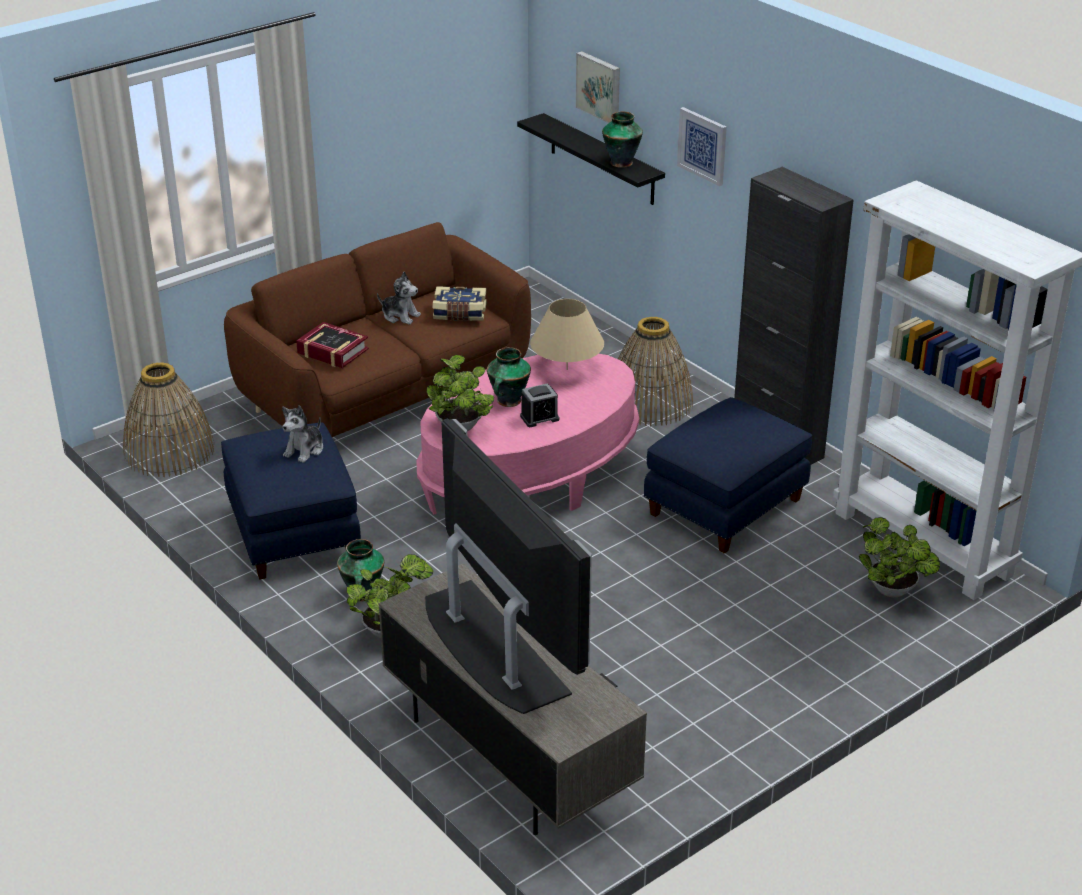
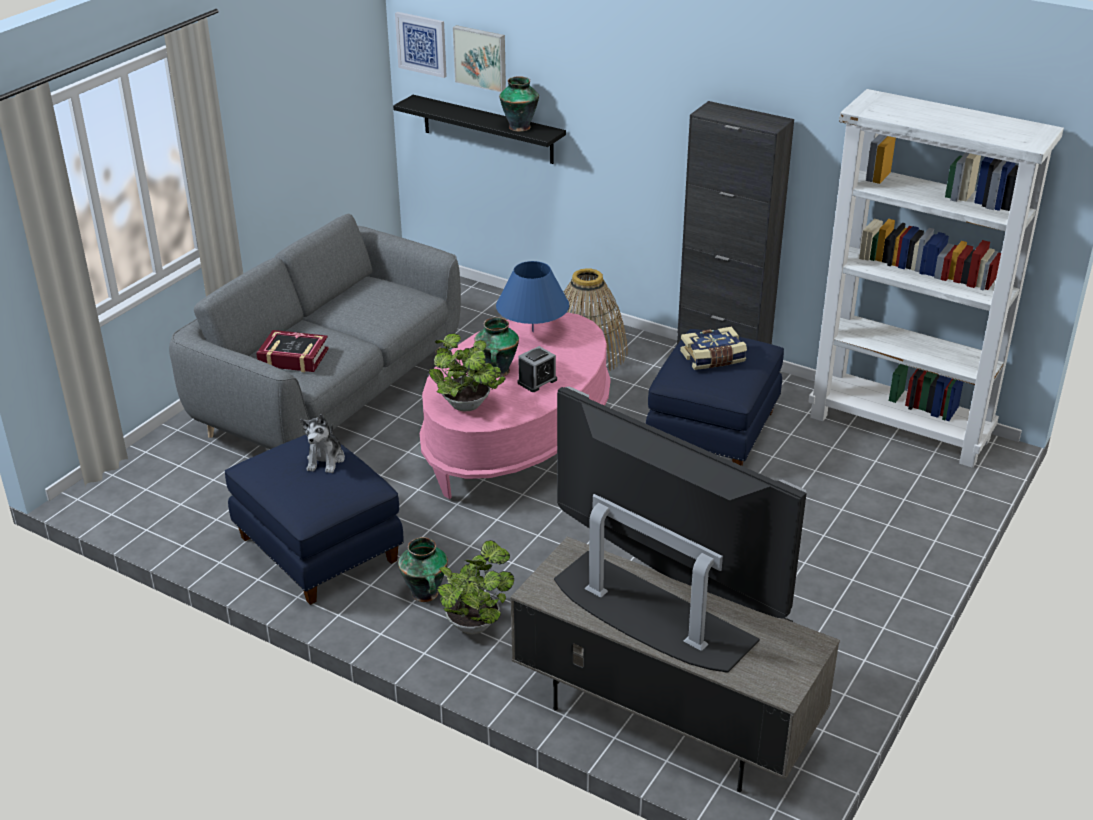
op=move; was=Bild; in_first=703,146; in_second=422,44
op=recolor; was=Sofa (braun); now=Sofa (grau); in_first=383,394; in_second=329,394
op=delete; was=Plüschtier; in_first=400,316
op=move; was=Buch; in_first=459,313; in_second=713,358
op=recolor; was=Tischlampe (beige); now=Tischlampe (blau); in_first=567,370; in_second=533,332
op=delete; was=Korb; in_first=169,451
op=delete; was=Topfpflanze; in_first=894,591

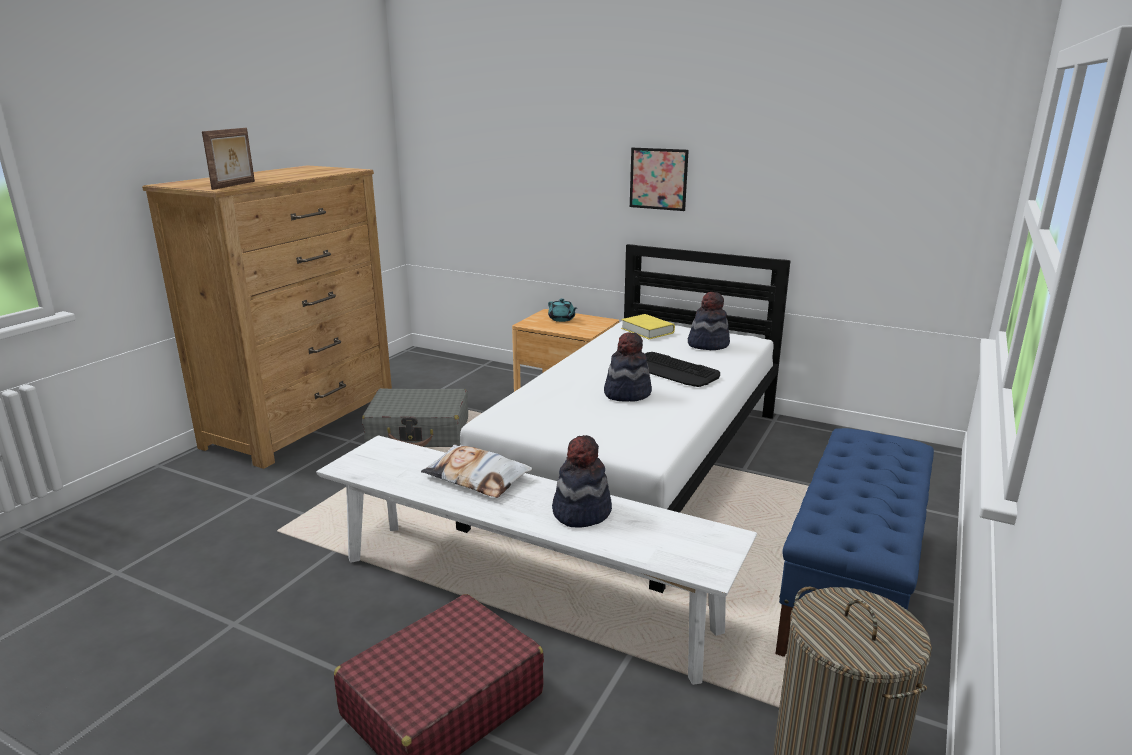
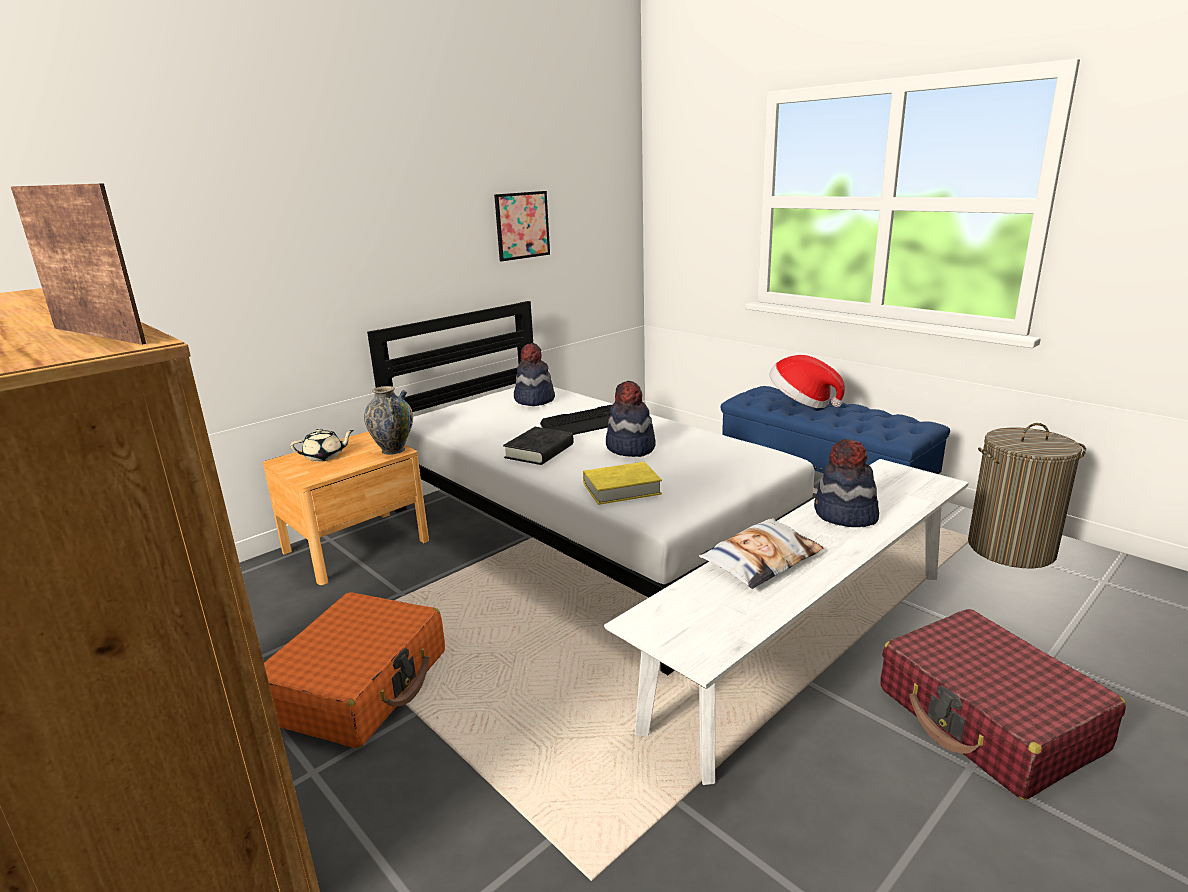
op=move; was=Bild; in_first=658,179; in_second=522,225
op=recolor; was=Teekanne (türkis); now=Teekanne (beige); in_first=562,319; in_second=325,457
op=move; was=Buch (gelb); in_first=647,331; in_second=621,489
op=recolor; was=Koffer (grau); now=Koffer (orange); in_first=419,432; in_second=359,685
op=insert; now=Hut; in_second=802,403
op=insert; now=Vase; in_second=393,450
op=insert; now=Buch (schwarz); in_second=539,451

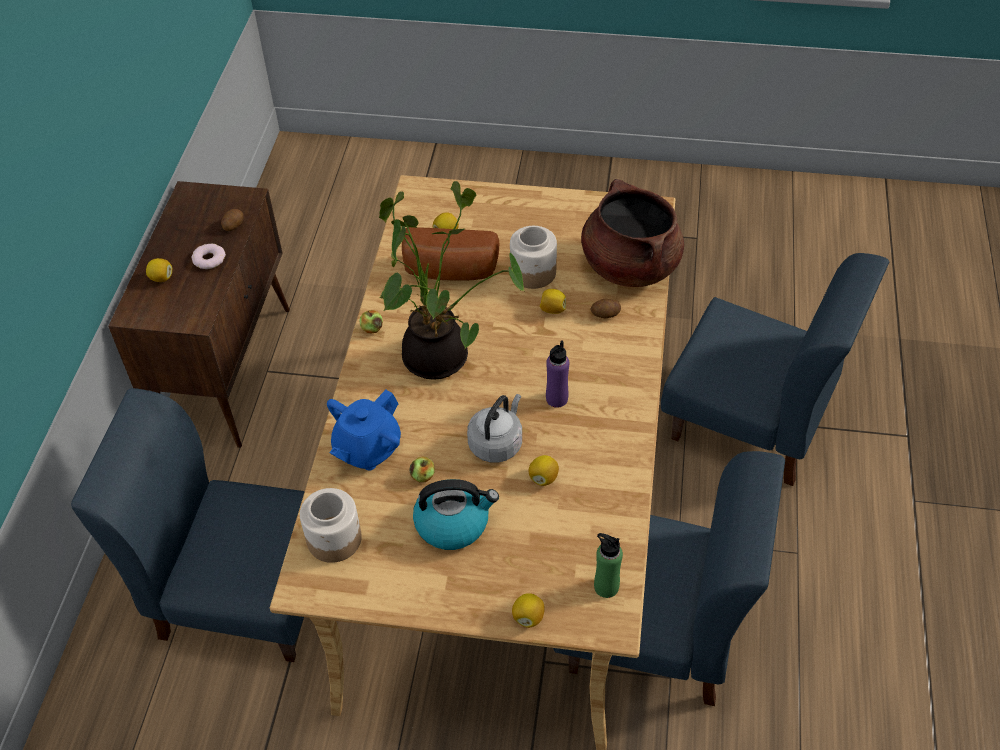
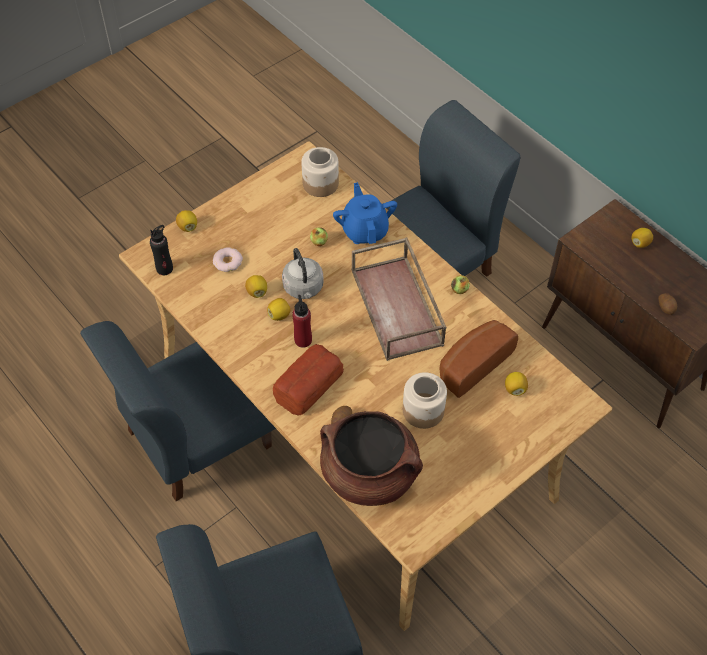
op=replace; was=Topfpflanze; now=Tablett (braun); in_first=441,357; in_second=398,308
op=move; was=Donut; in_first=209,259; in_second=228,262
op=move; was=Zitrone; in_first=552,309; in_second=279,315
op=recolor; was=Flasche (lila); now=Flasche (rot); in_first=556,399; in_second=303,340
op=delete; was=Wasserkessel; in_first=453,523
op=recolor; was=Flasche (grün); now=Flasche (schwarz); in_first=606,587; in_second=164,268
op=insert; now=Brot; in_second=307,385

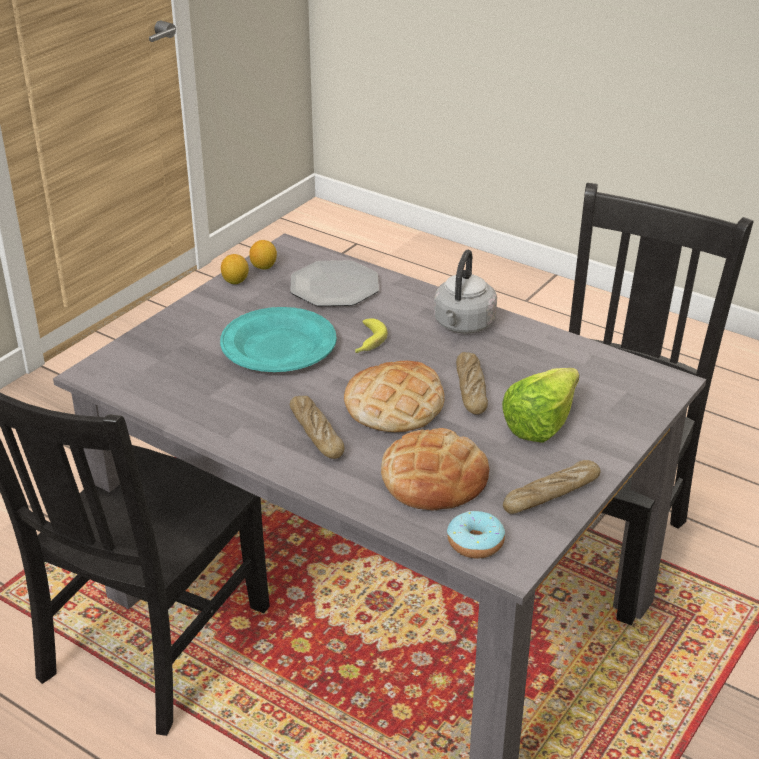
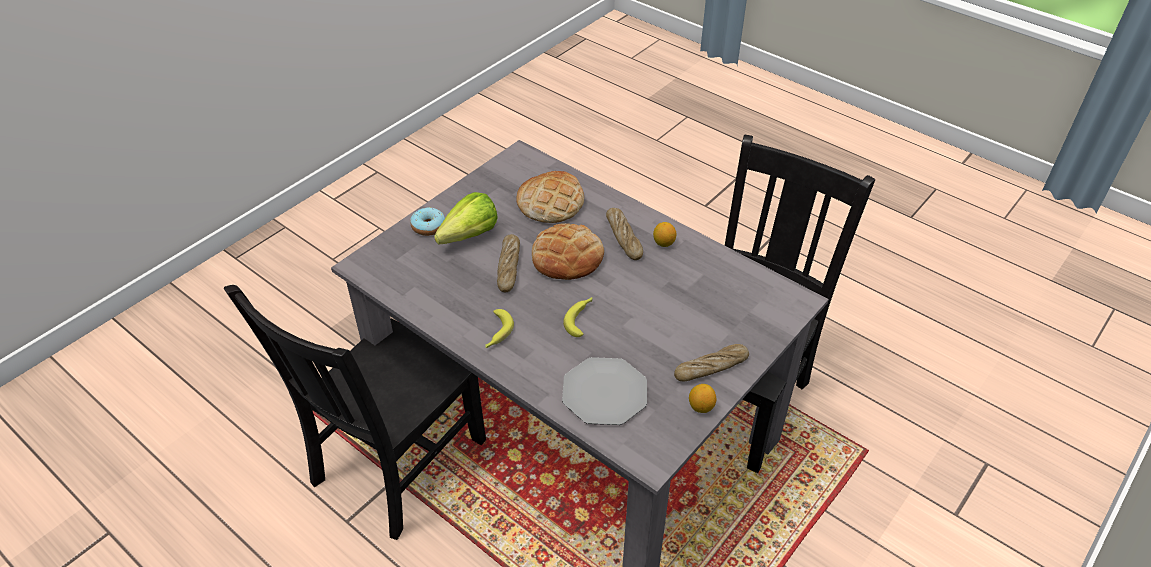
op=move; was=Zitrone; in_first=264,267; in_second=663,243
op=replace; was=Wasserkessel (grau); now=Banane; in_first=463,325; in_second=496,333
op=delete; was=Teller (türkis); in_first=279,346
op=move; was=Brot; in_first=551,495; in_second=711,367
op=move; was=Donut; in_first=475,543; in_second=428,226

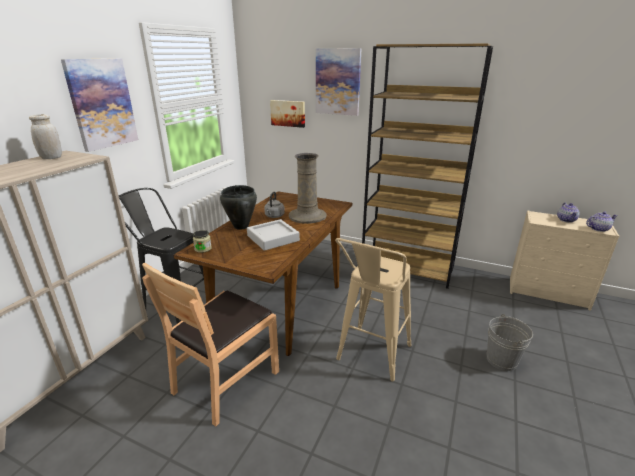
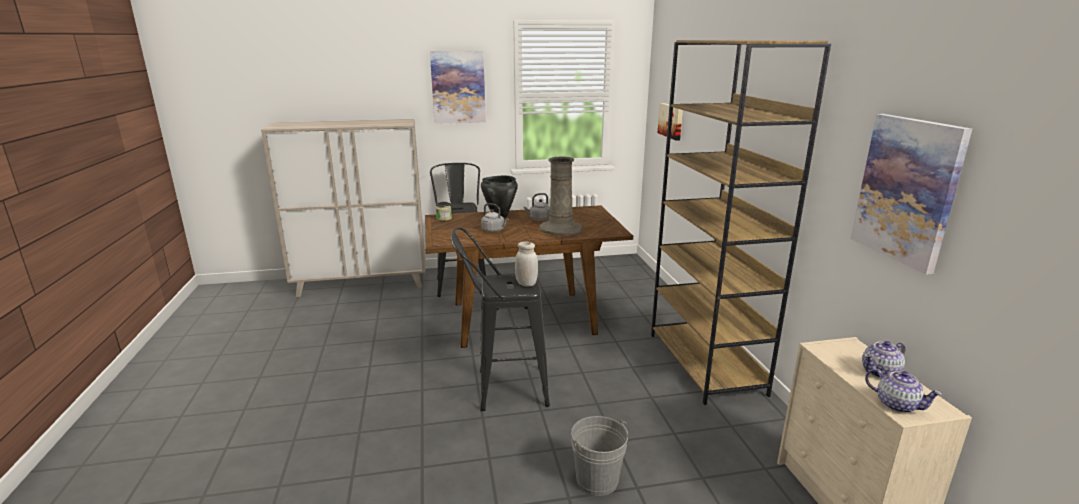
op=move; was=Bild; in_first=338,82; in_second=907,190
op=move; was=Vorratsglas (weiß); in_first=51,158; in_second=526,284
op=replace; was=Tablett (grau); now=Wasserkessel (grau); in_first=273,238; in_second=494,230
op=recolor; was=Hocker (beige); now=Hocker (schwarz); in_first=370,357; in_second=503,388
op=delete; was=Stuhl (braun); in_first=225,380

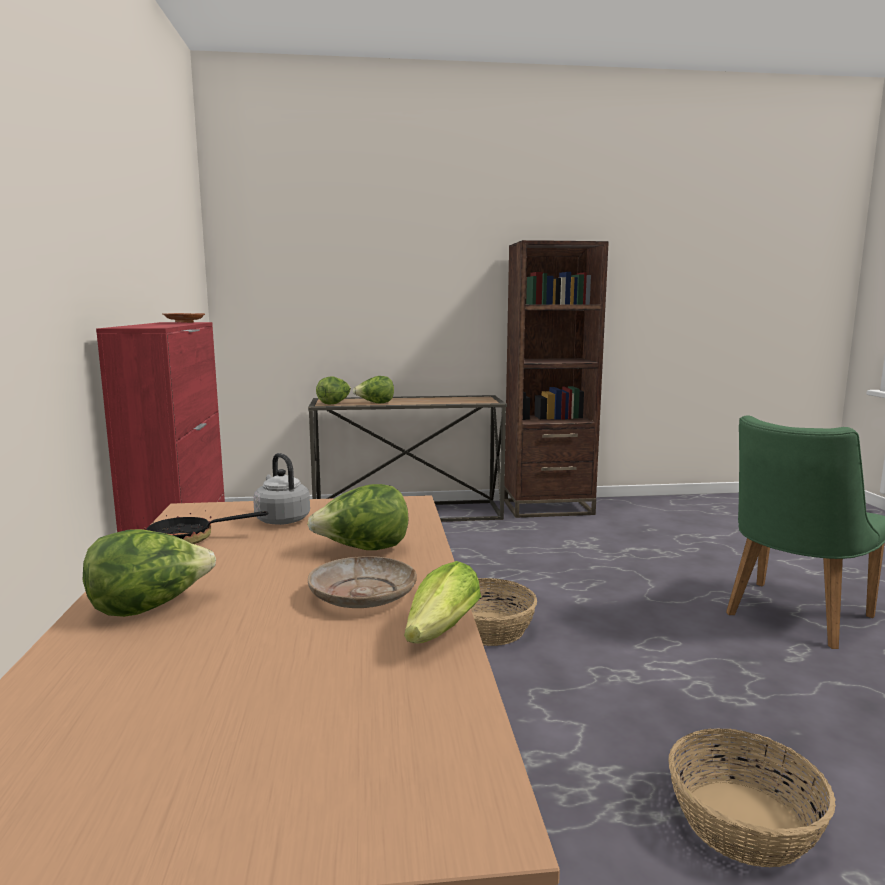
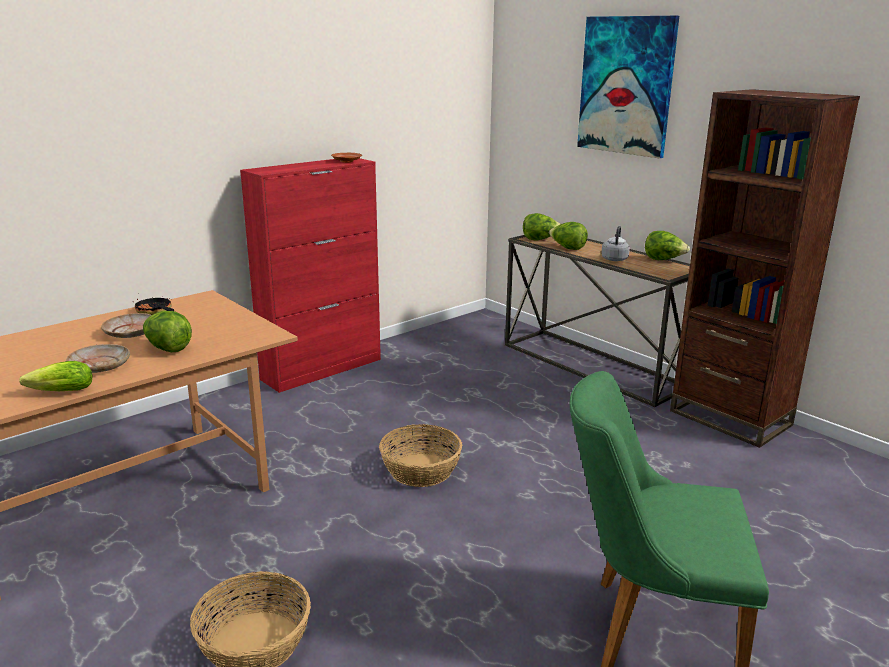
op=move; was=Wasserkessel (grau); in_first=281,519; in_second=614,259
op=move; was=Salatkopf; in_first=149,607; in_second=663,260
op=insert; now=Bild; in_second=626,86
op=insert; now=Teller (beige); in_second=131,332

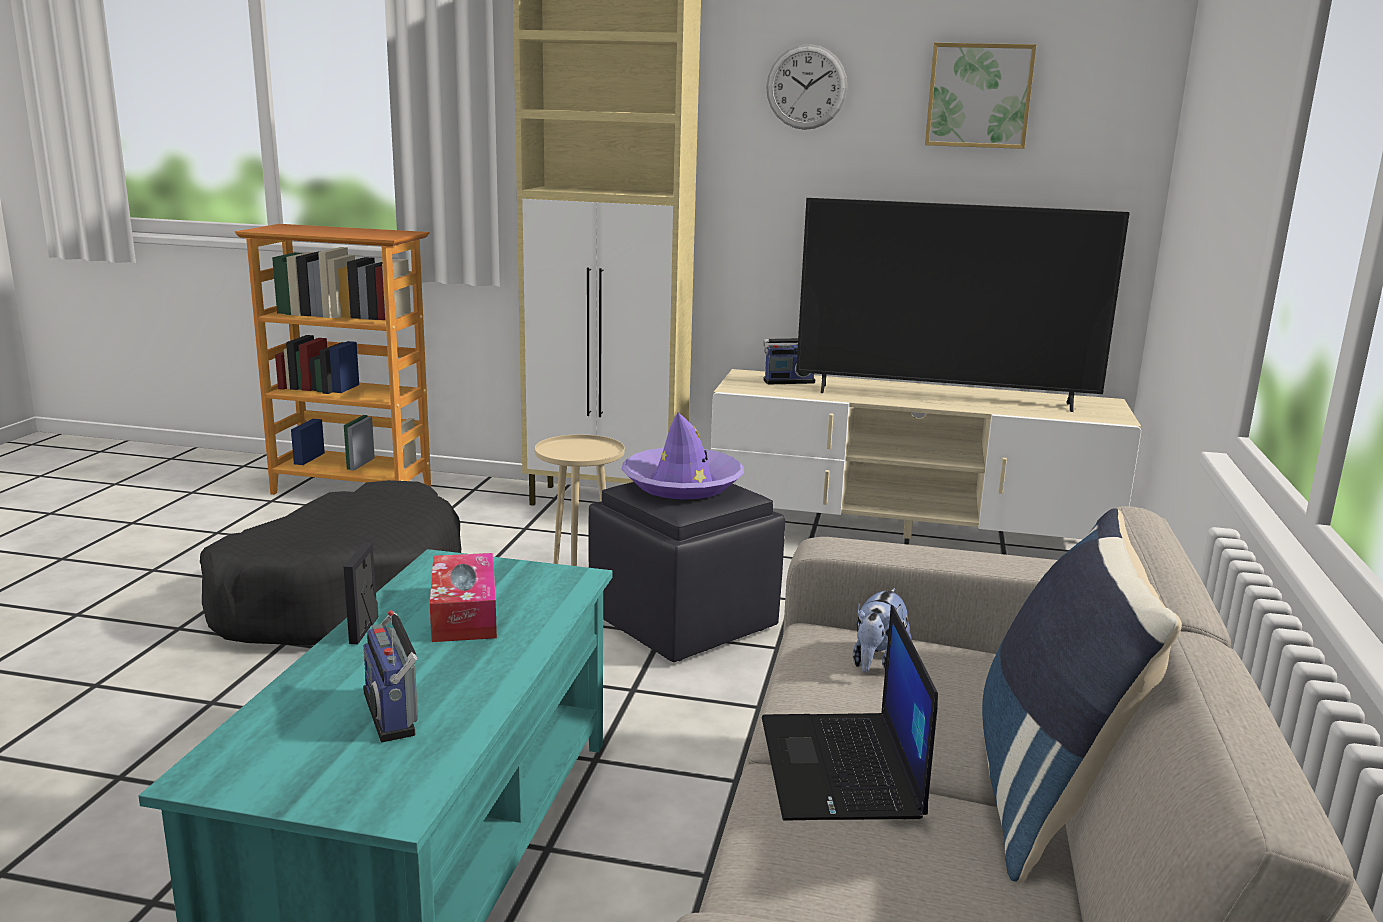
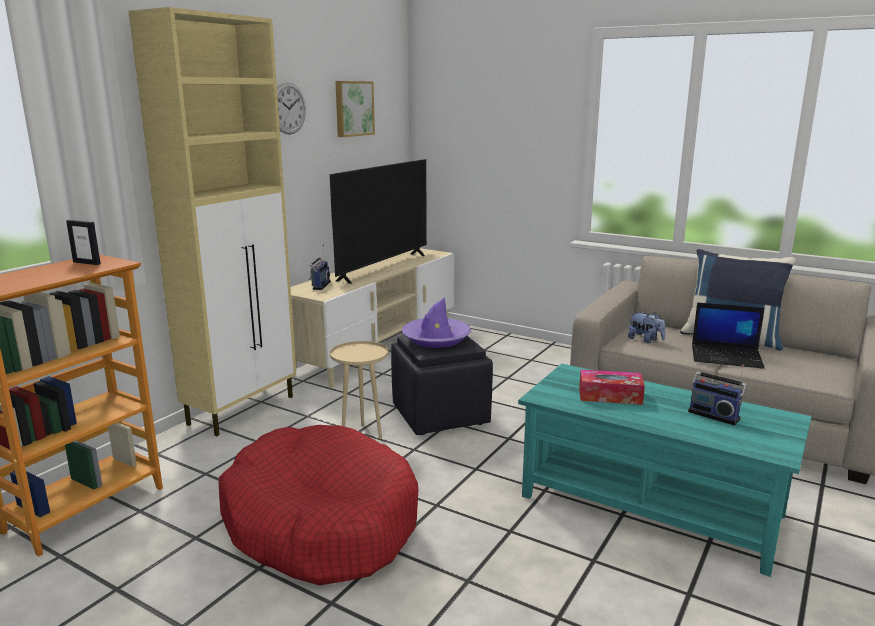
op=recolor; was=Hundebett (schwarz); now=Hundebett (rot); in_first=340,594; in_second=320,523
op=move; was=Bilderrahmen; in_first=364,630; in_second=87,263
op=rotate; was=Radio; in_first=395,712; in_second=714,415; clockwise=45

